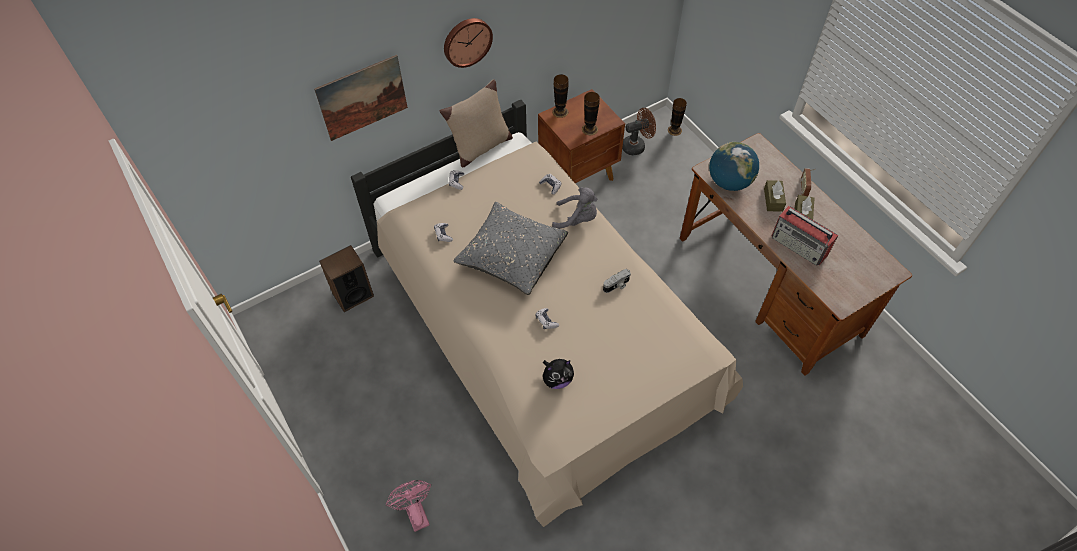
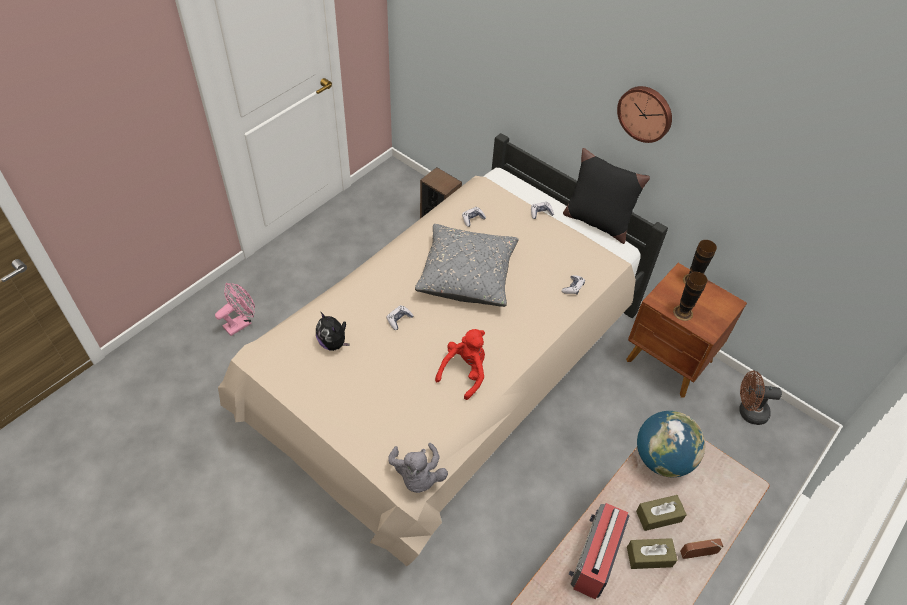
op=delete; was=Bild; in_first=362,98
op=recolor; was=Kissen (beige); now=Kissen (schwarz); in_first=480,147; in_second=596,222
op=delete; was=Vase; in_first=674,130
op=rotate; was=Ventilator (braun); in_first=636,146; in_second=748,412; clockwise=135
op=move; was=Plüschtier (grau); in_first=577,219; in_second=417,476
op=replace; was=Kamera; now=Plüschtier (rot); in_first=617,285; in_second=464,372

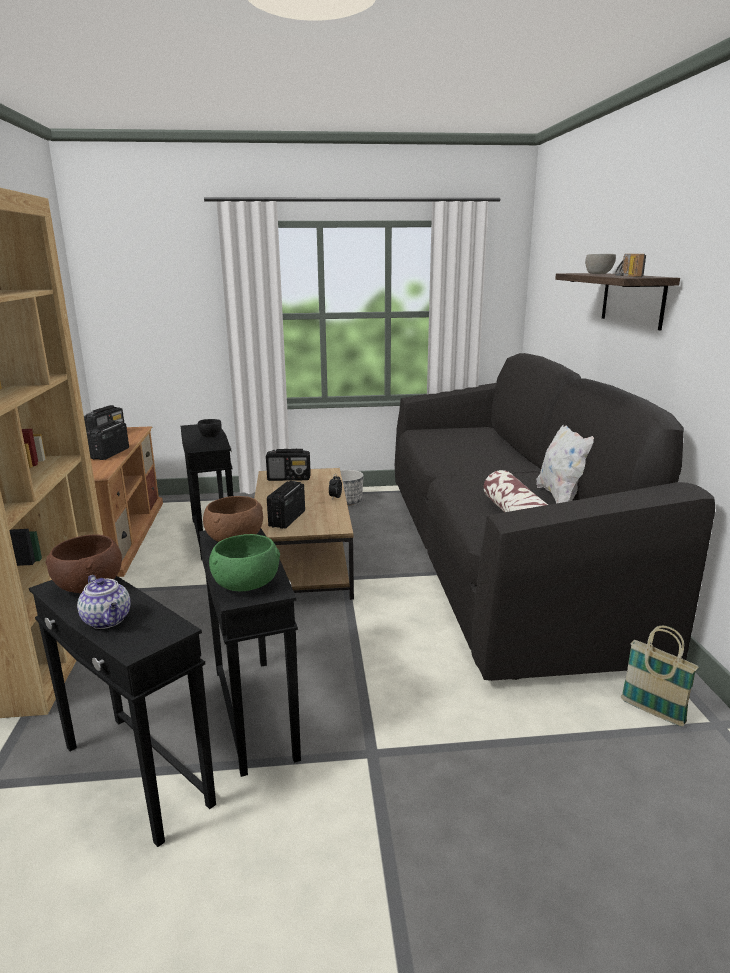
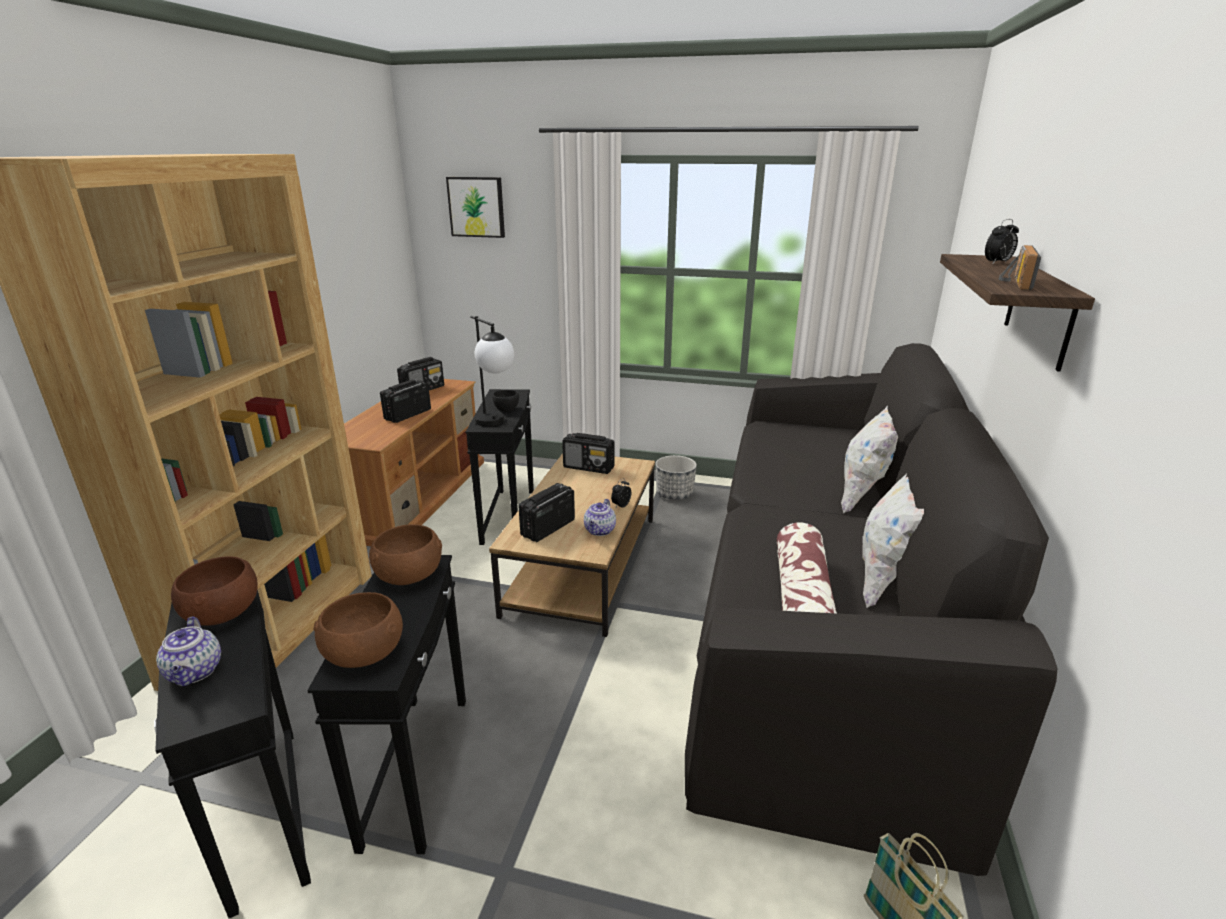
op=replace; was=Schüssel (grau); now=Wecker; in_first=598,273; in_second=997,263
op=recolor; was=Schüssel (grün); now=Schüssel (braun); in_first=247,584; in_second=364,653
op=insert; now=Bild; in_second=477,207
op=insert; now=Tischlampe; in_second=496,424
op=insert; now=Kissen (weiß); in_second=863,494
op=insert; now=Teekanne; in_second=600,531

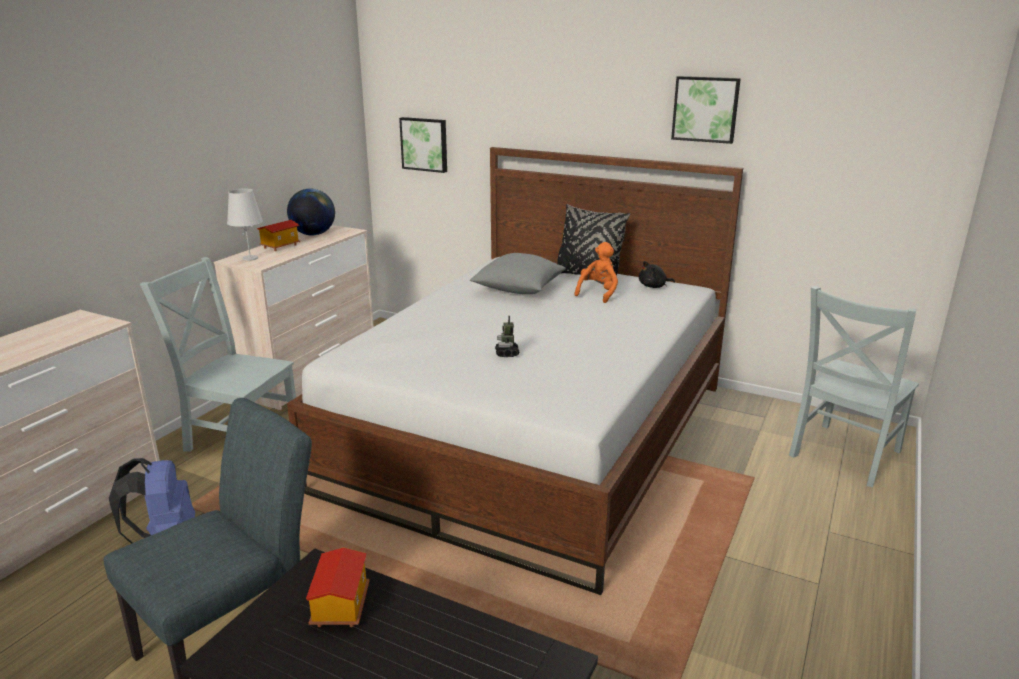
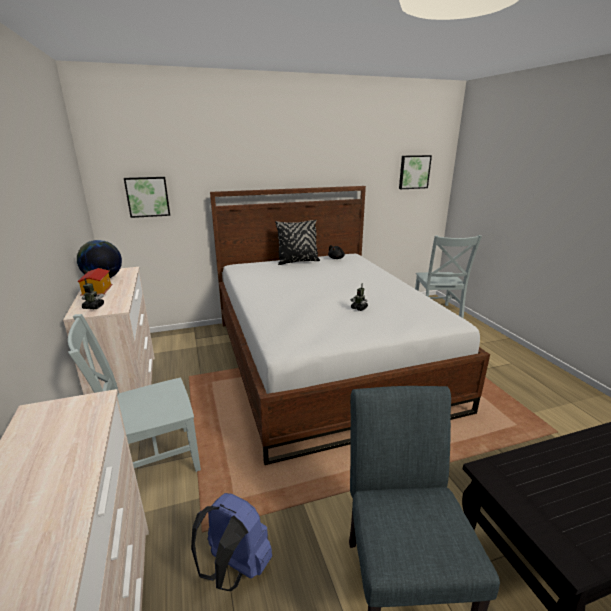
op=move; was=Bild; in_first=705,109; in_second=414,172
op=replace; was=Tischlampe (weiß); now=Spielzeugroboter; in_first=250,258; in_second=93,307
op=delete; was=Plüschtier (orange); in_first=598,293
op=delete; was=Kissen (grau); in_first=518,289
op=delete; was=Spielzeughaus; in_first=339,606

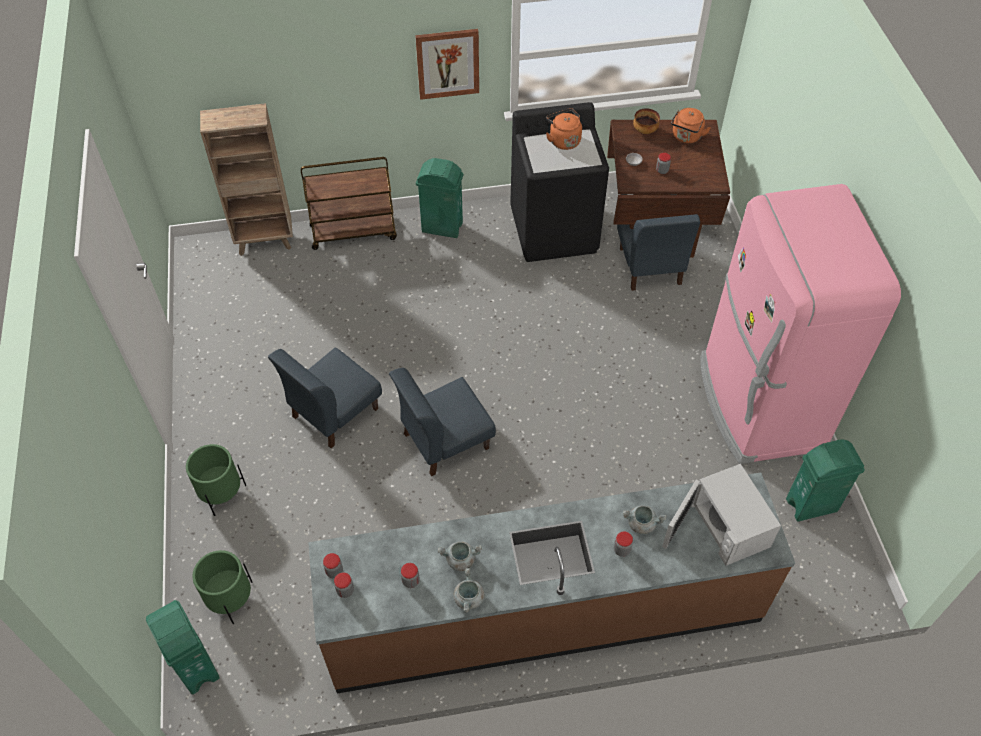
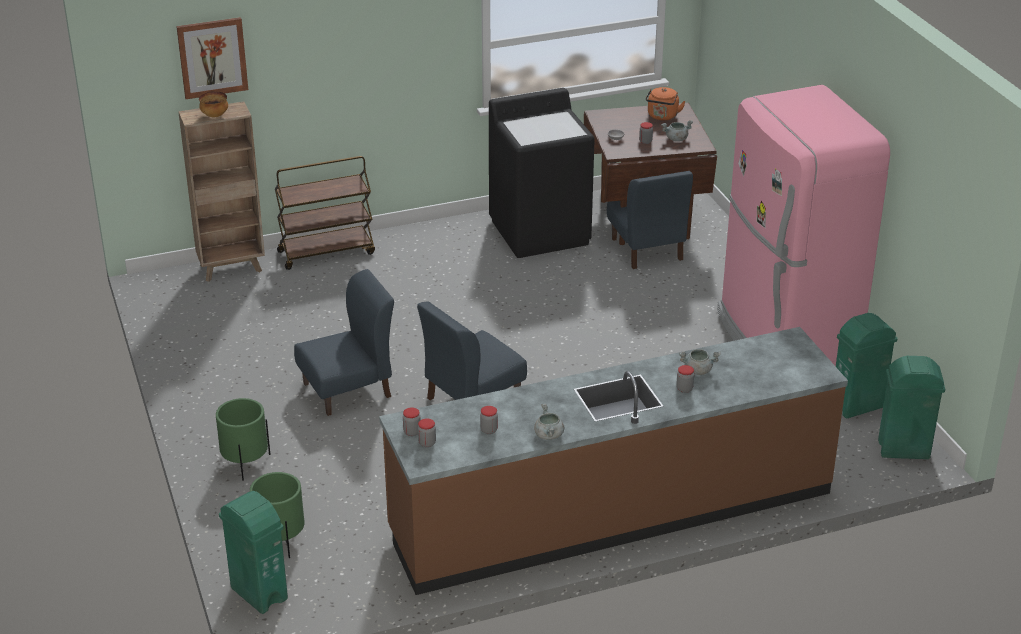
op=move; was=Bild; in_first=448,63; in_second=212,57
op=delete; was=Wasserkessel (orange); in_first=563,140
op=move; was=Schüssel; in_first=645,131; in_second=215,115
op=move; was=Mülleimer (grün); in_first=441,227; in_second=903,449
op=rotate; was=Stuhl (blau); in_first=334,412; in_second=348,390; clockwise=-150
op=delete; was=Mikrowelle (weiß); in_first=724,525
op=move; was=Kochtopf (grau); in_first=460,560; in_second=676,139

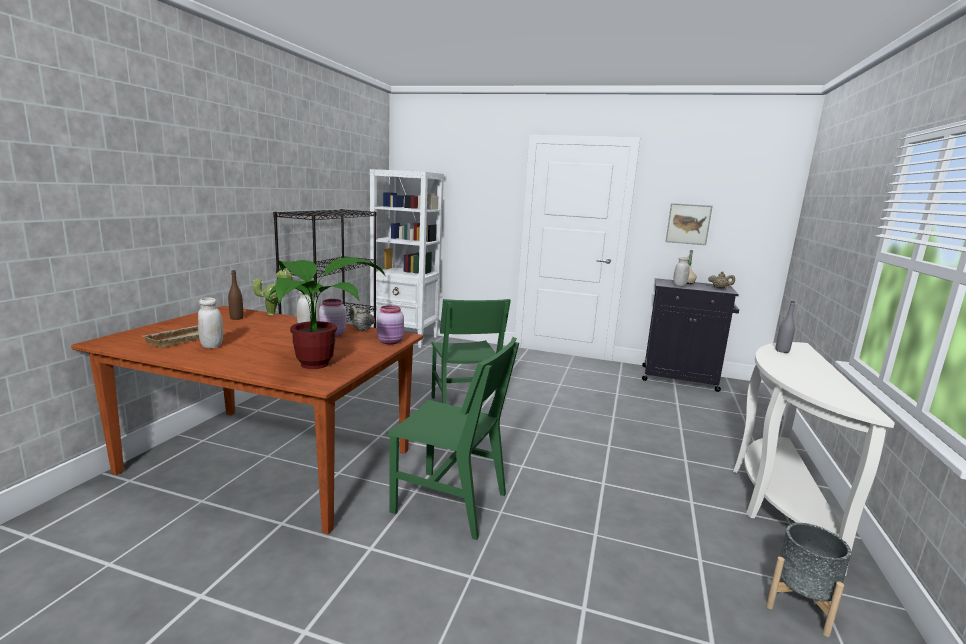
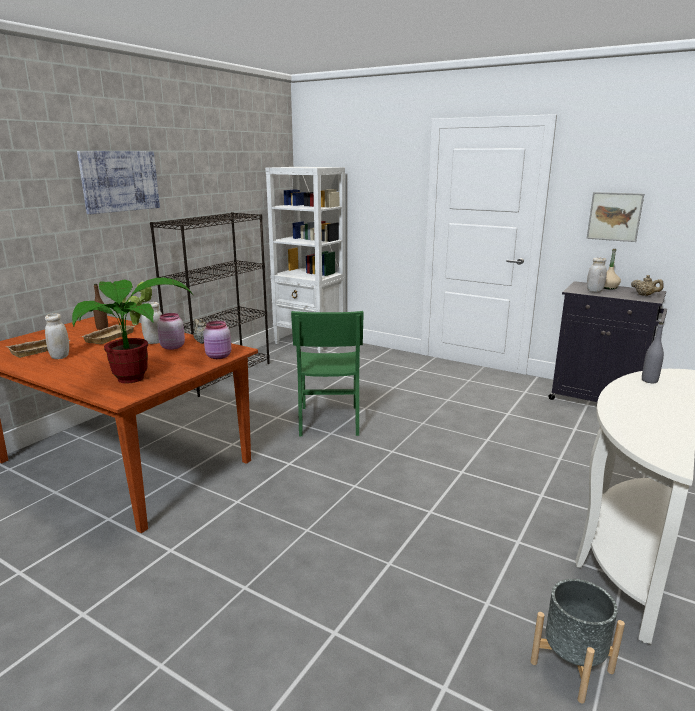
op=delete; was=Stuhl (grün); in_first=449,503
op=insert; now=Bild; in_second=120,181
op=insert; now=Tablett (beige); in_second=108,337

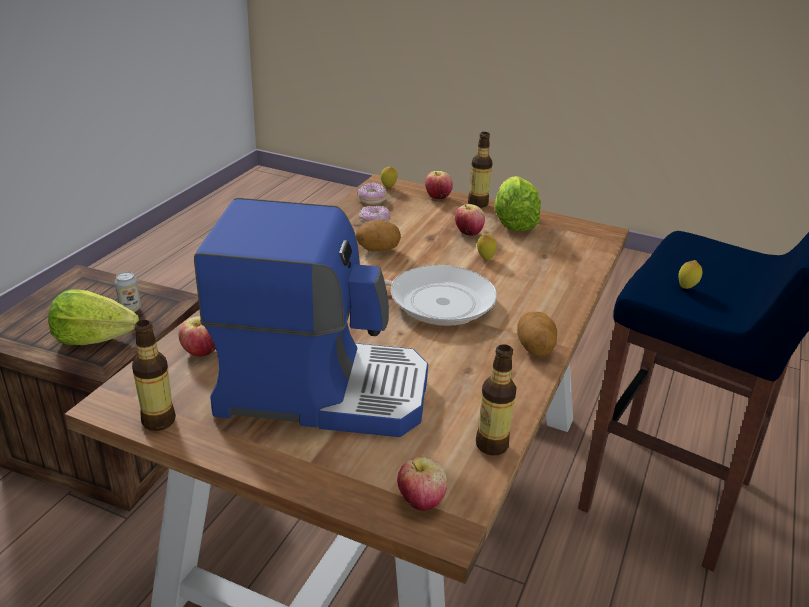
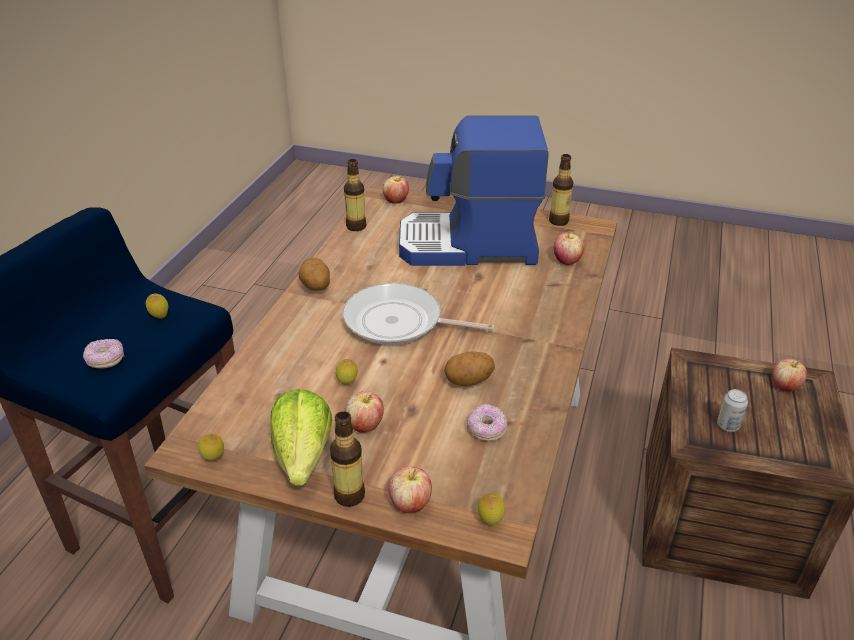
op=move; was=Donut; in_first=371,200; in_second=106,360
op=delete; was=Salatkopf; in_first=93,338
op=insert; now=Apfel; in_second=784,386
op=insert; now=Zitrone; in_second=213,459

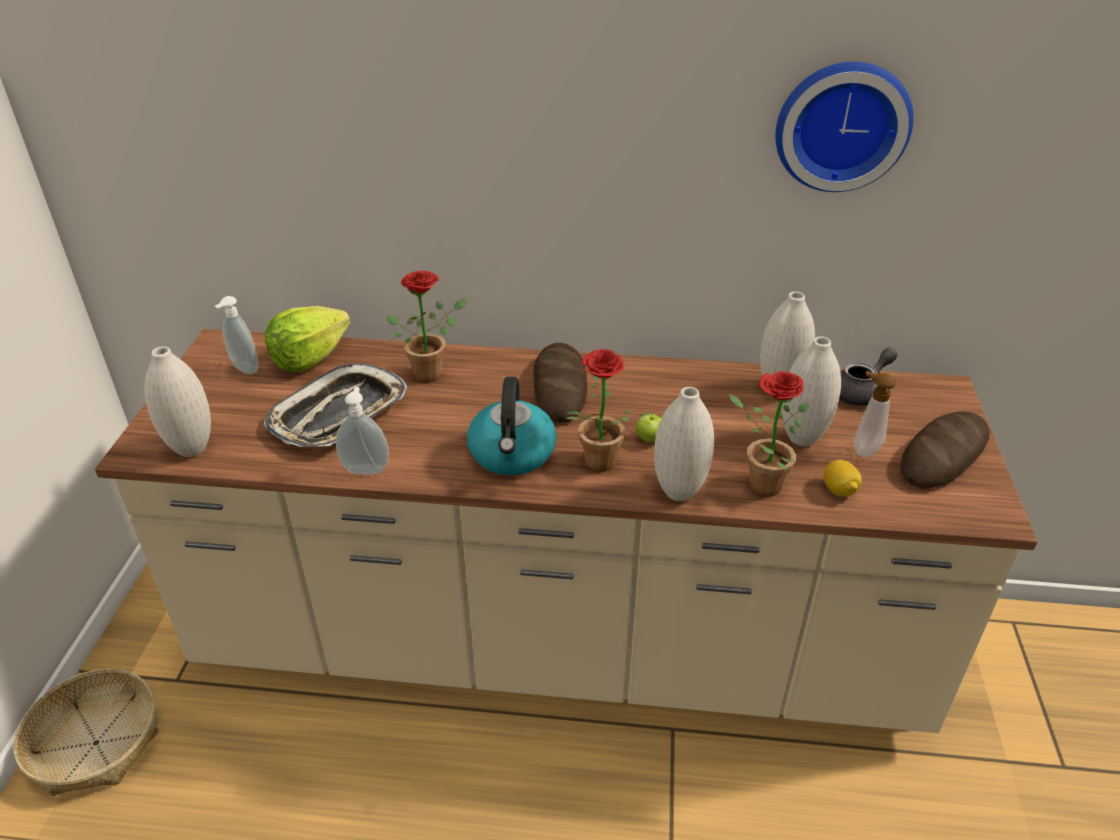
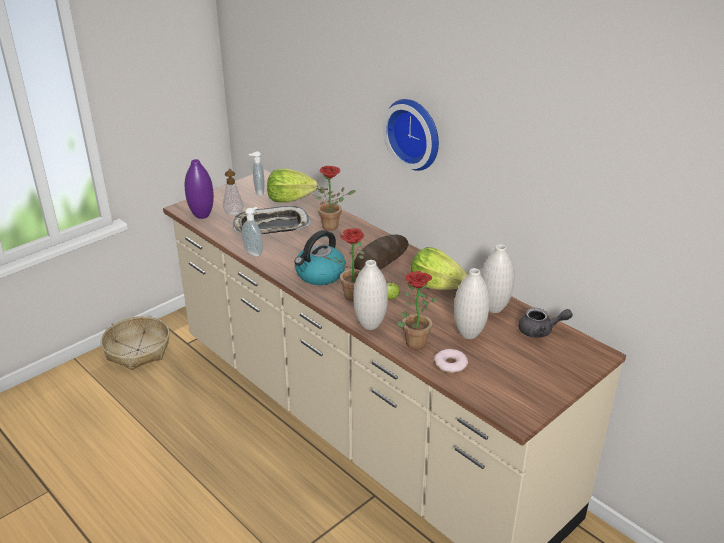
op=move; was=Wanduhr; in_first=841,124; in_second=415,133
op=recolor; was=Vase (weiß); now=Vase (lila); in_first=192,449; in_second=202,215
op=move; was=Seifenspender; in_first=863,449; in_second=233,212
op=delete; was=Brot; in_first=943,455
op=replace; was=Zitrone; now=Donut; in_first=839,490; in_second=450,364
op=insert; now=Salatkopf; in_second=437,285

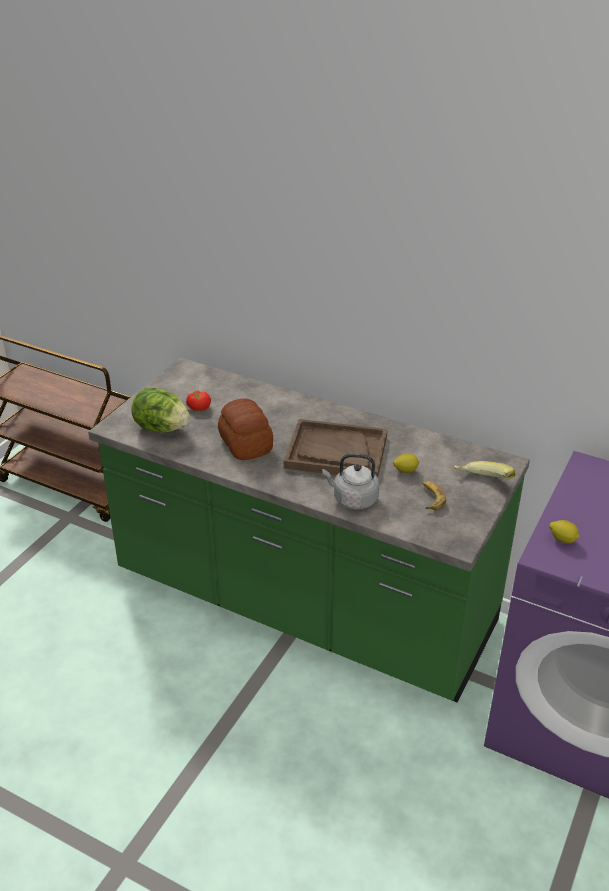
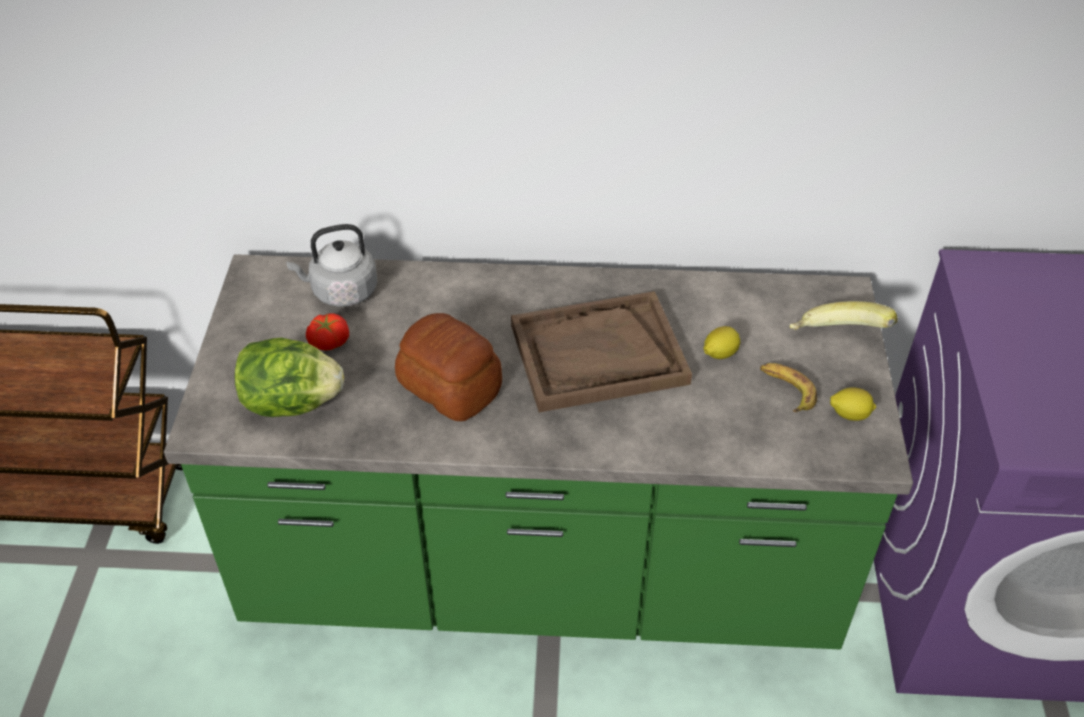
op=move; was=Wasserkessel (grau); in_first=353,499; in_second=341,291
op=move; was=Zitrone; in_first=562,539; in_second=849,414

